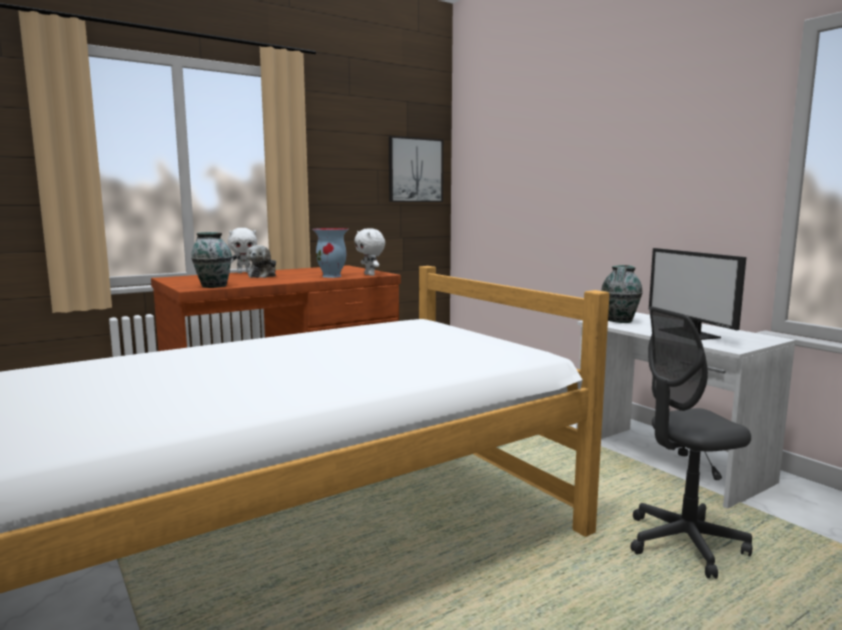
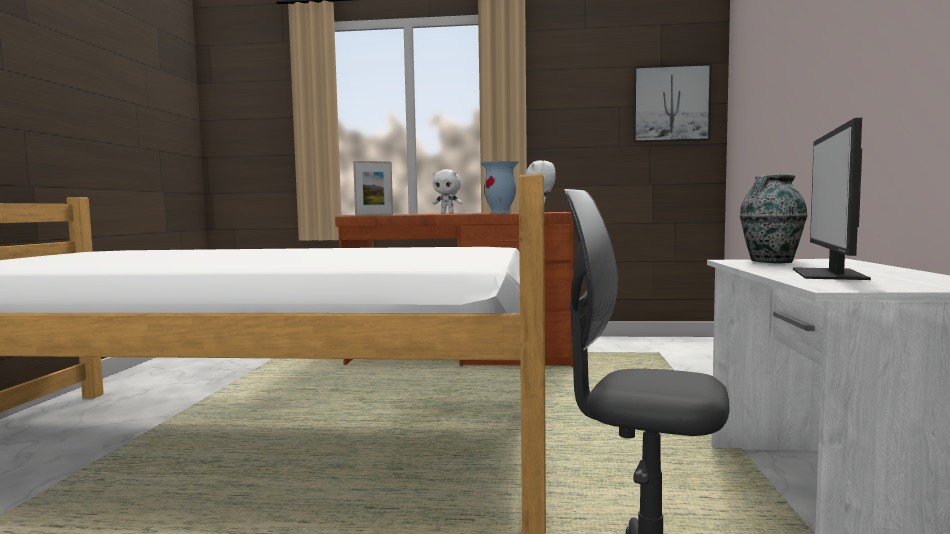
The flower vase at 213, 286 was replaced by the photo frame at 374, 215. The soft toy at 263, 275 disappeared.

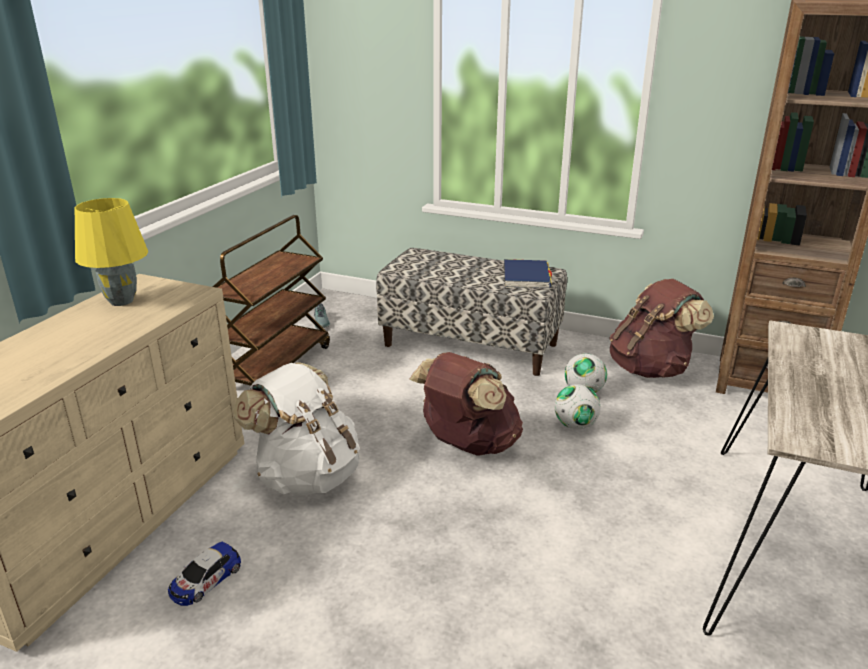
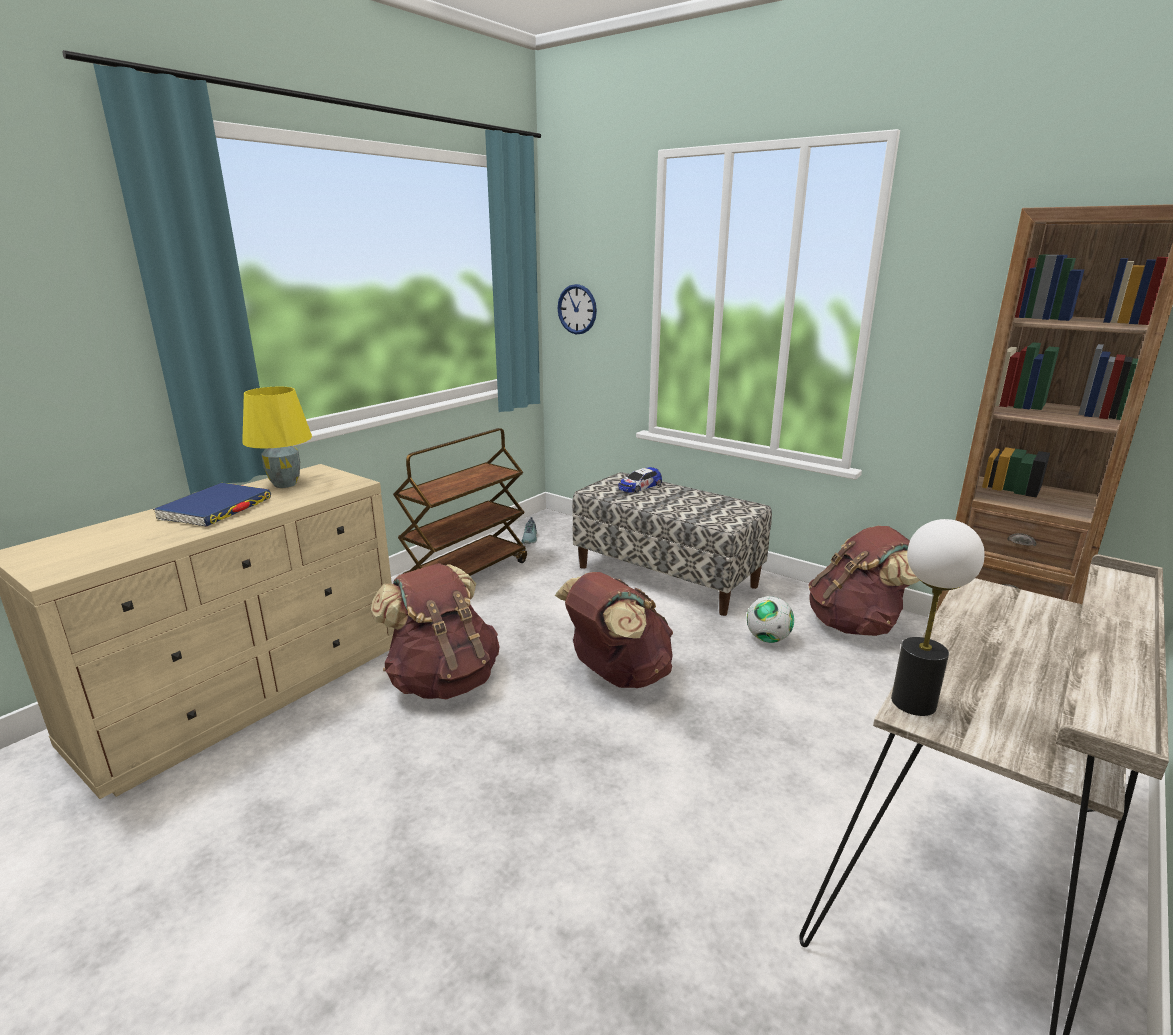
The blue book moved from 526, 277 to 216, 509. The whitish backpack at 307, 476 became the brown backpack at 443, 680. The hanging clock at 577, 309 appeared. The toy car moved from 205, 580 to 640, 486. The table lamp at 913, 703 appeared. The football at 575, 425 disappeared.

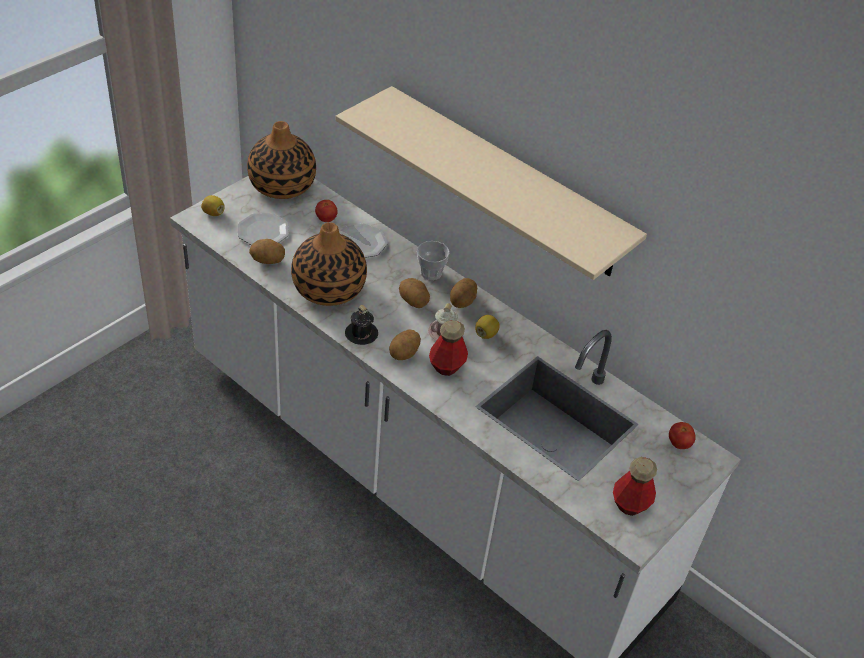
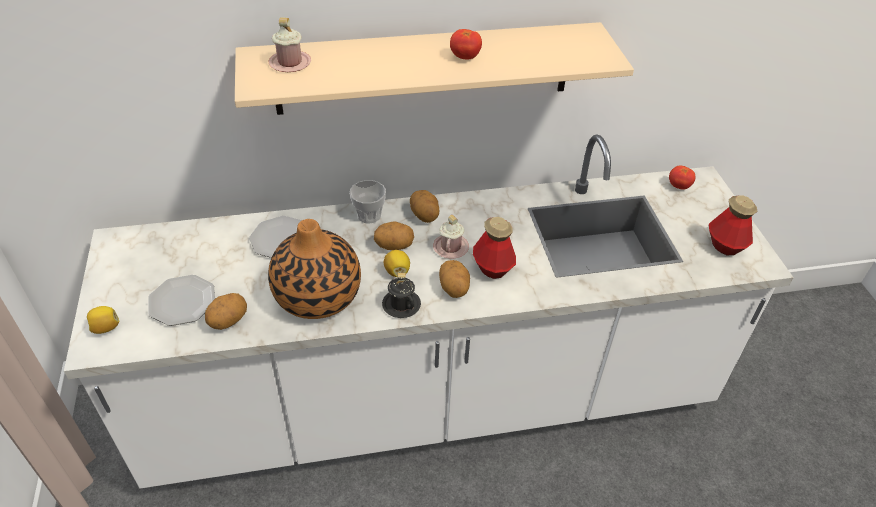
The pink-coloured coffee mug at 290, 63 appeared. The lemon moved from 486, 334 to 397, 271. The whole tomato moved from 326, 219 to 465, 57. The flower vase at 282, 185 disappeared.

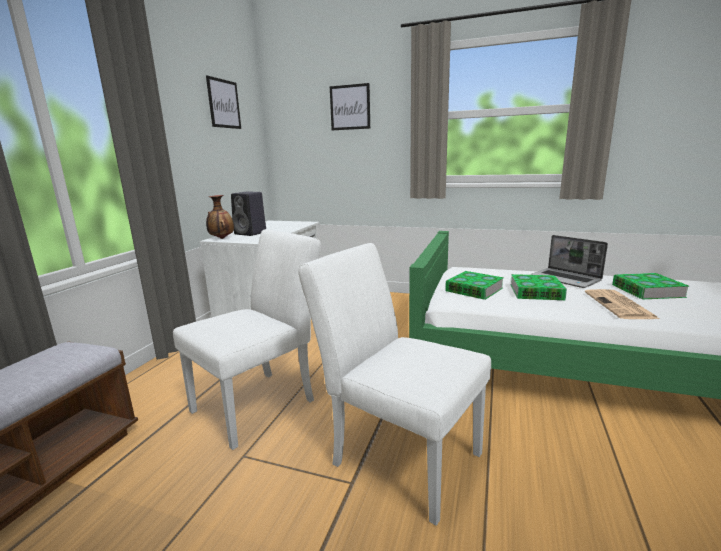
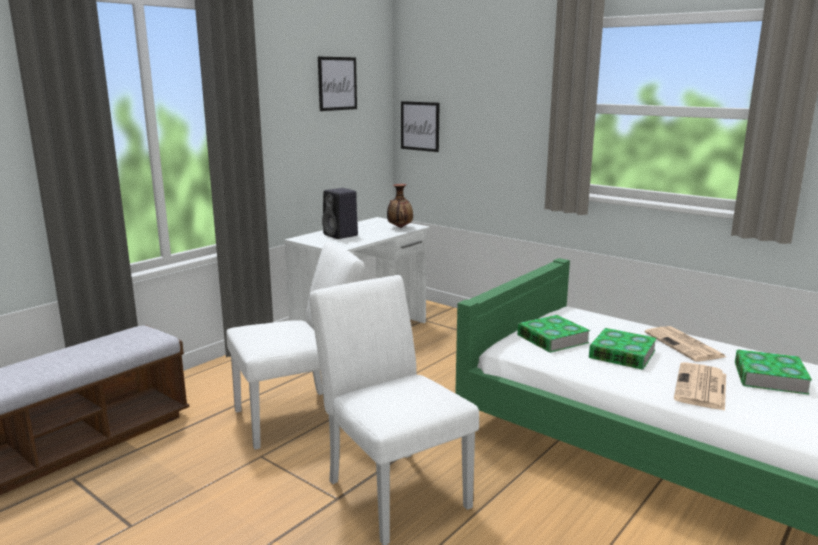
The flower vase moved from 221, 238 to 399, 227. The wall art moved from 350, 107 to 420, 126. The laptop at 566, 279 was replaced by the printed paper at 685, 345.

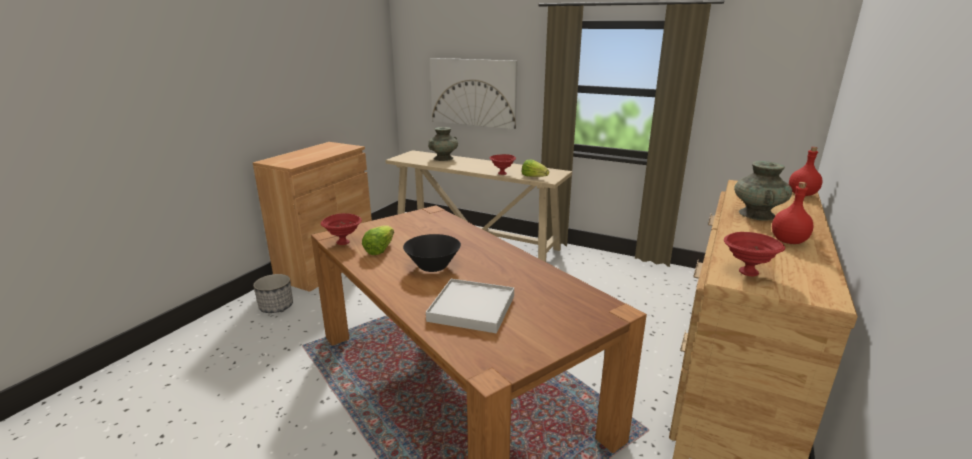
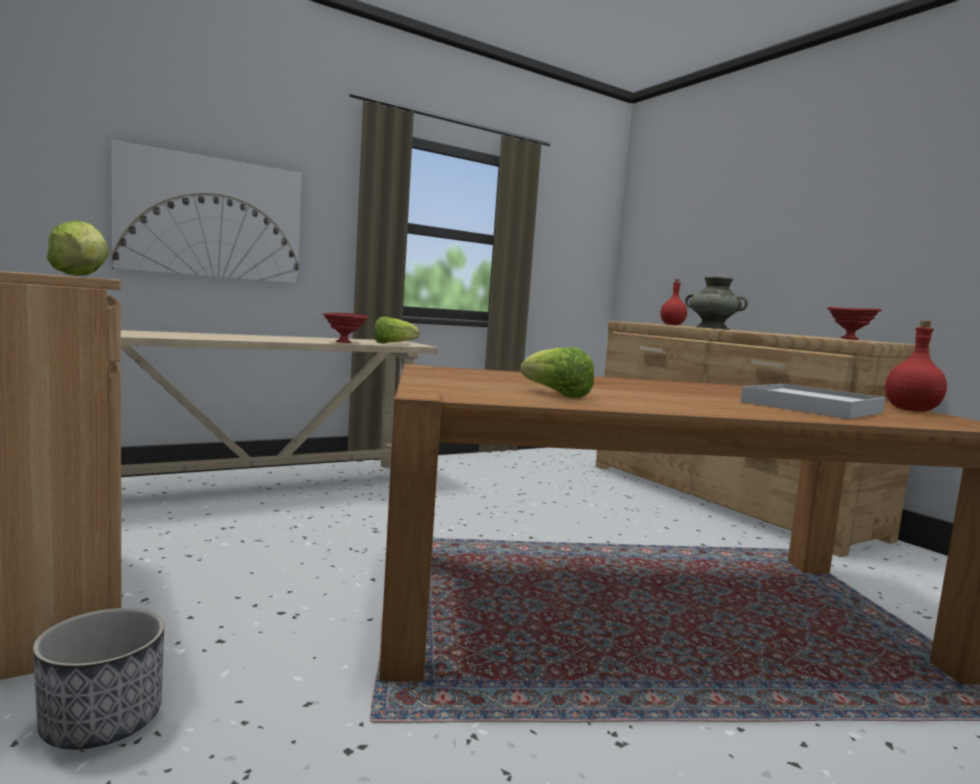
The head of lettuce at 82, 276 appeared. The reddish beverage bottle moved from 787, 241 to 910, 410. The reddish bowl at 344, 242 disappeared. The black-coloured bowl at 432, 266 disappeared. The blue-green flower vase at 443, 158 disappeared.

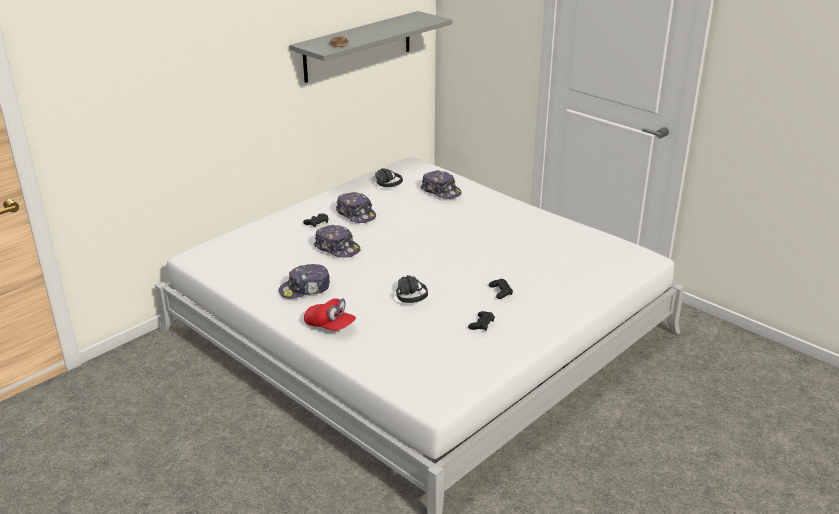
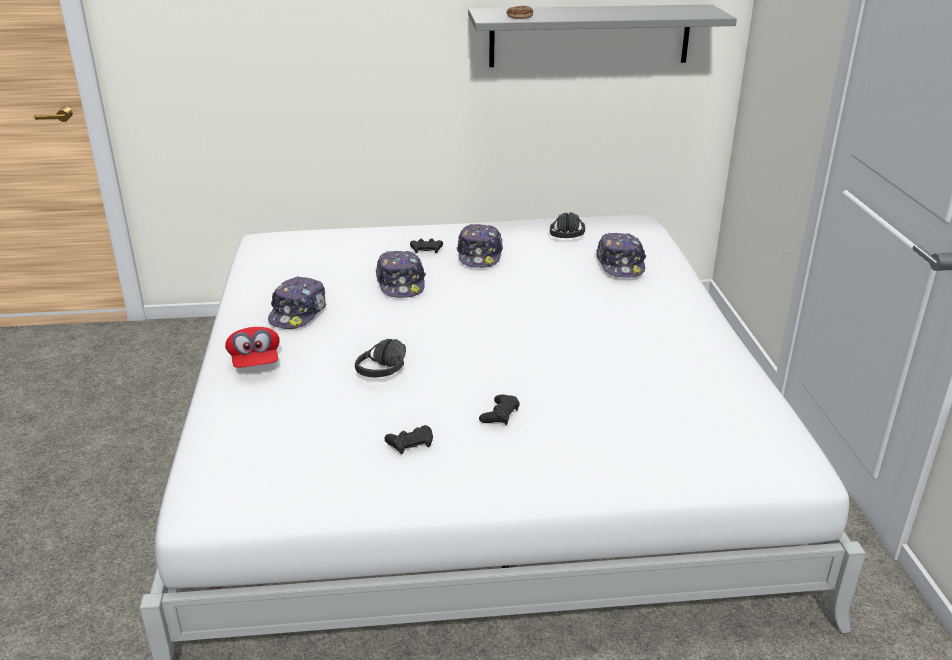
The cap at 305, 289 turned 90 degrees counterclockwise.

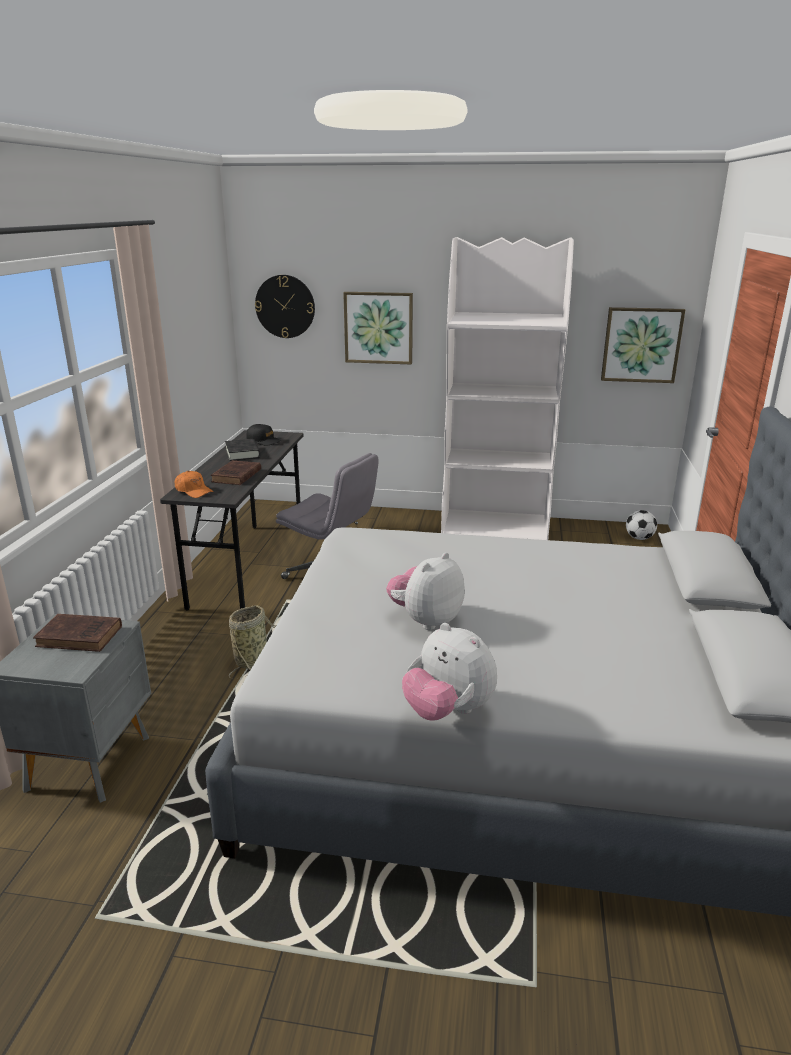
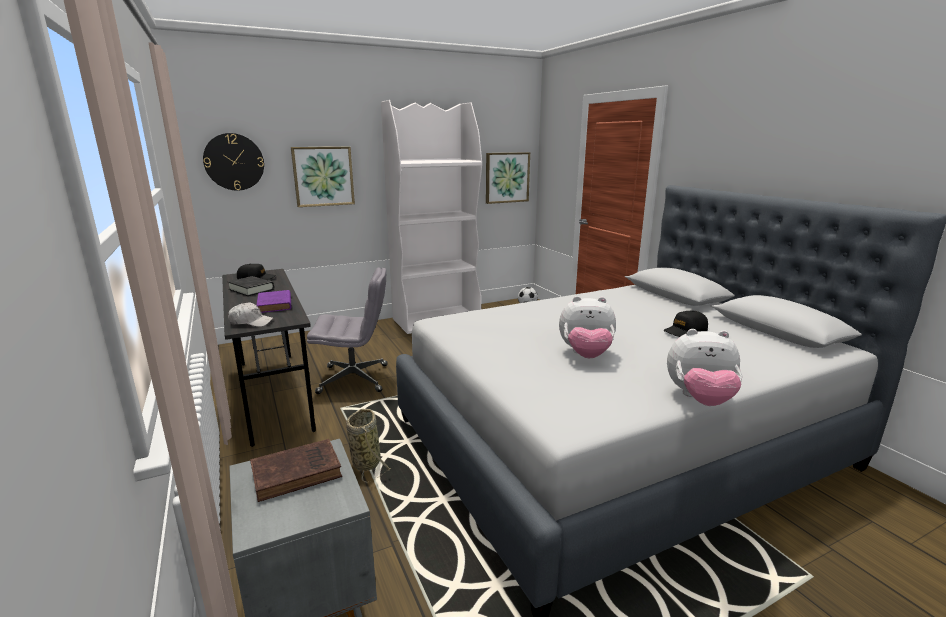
The orangey cap at 193, 491 became the whitish cap at 251, 322. The brown book at 236, 476 became the purple book at 274, 305. The soft toy at 426, 620 turned 90 degrees counterclockwise. The black-coloured cap at 685, 331 appeared.

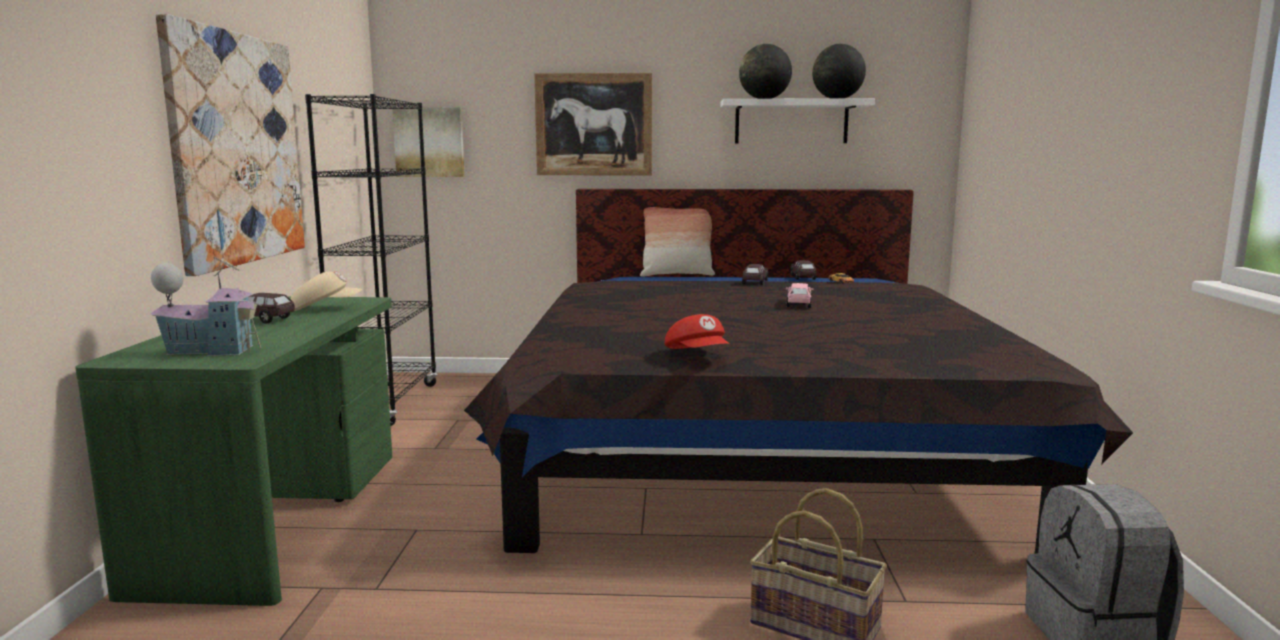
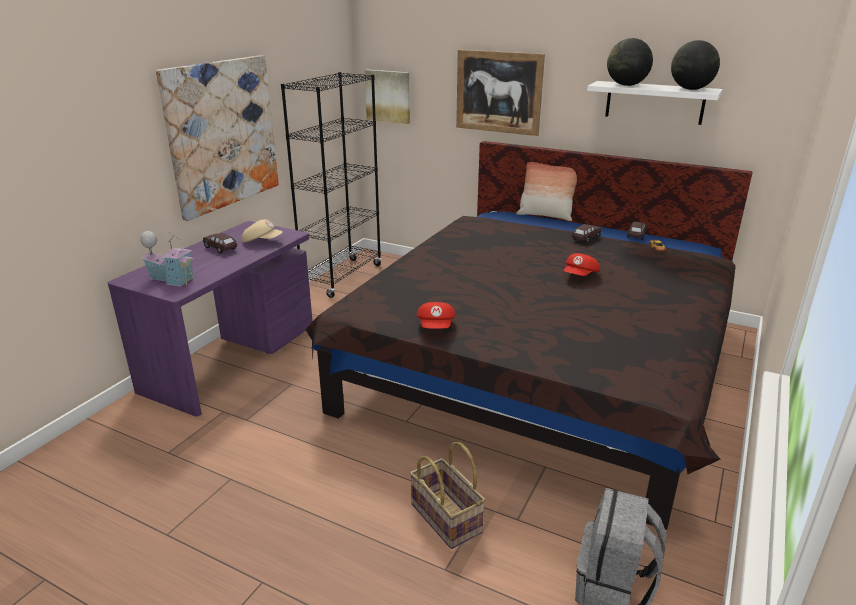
The green-coloured desk table at 280, 519 became the purple desk table at 233, 358. The pink-coloured toy car at 798, 304 was replaced by the reddish cap at 580, 276.

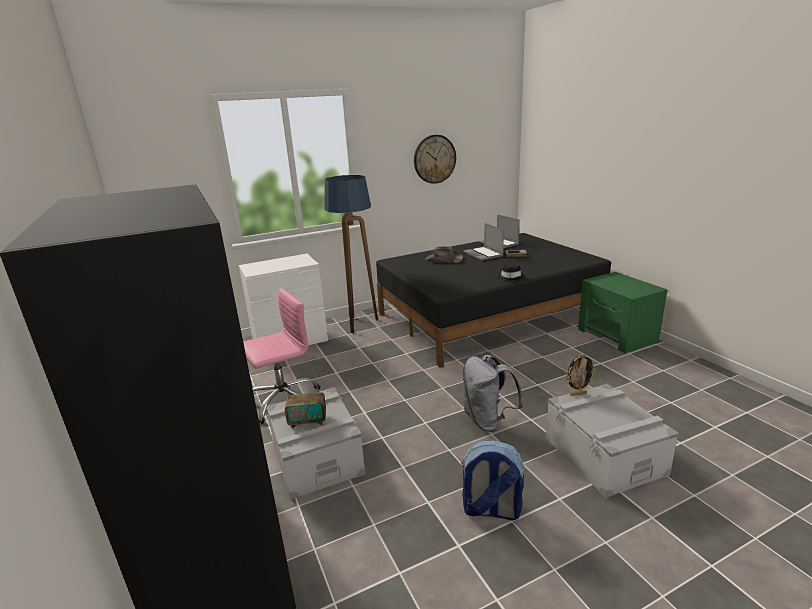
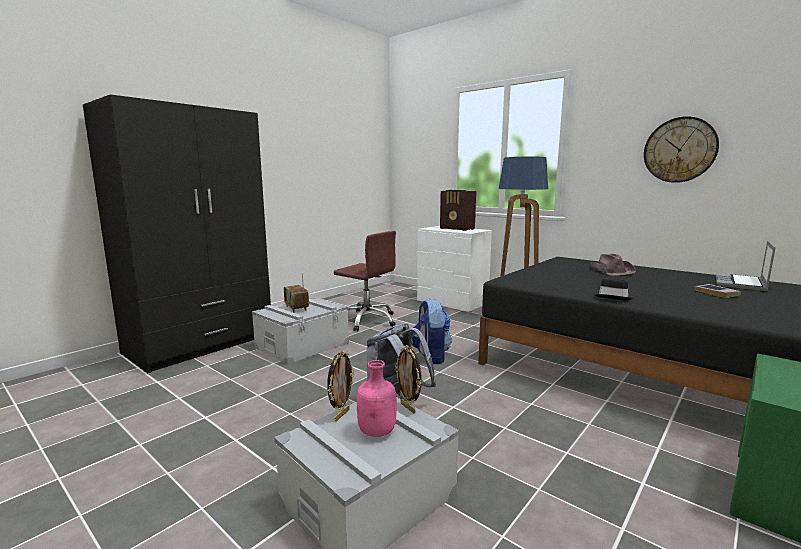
The photo frame at 341, 415 appeared. The pink-coloured desk chair at 283, 401 became the brown desk chair at 367, 320. The pink-coloured beverage bottle at 377, 432 appeared. The backpack moved from 491, 510 to 430, 356. The radio set at 457, 229 appeared. The laptop at 484, 254 disappeared.

